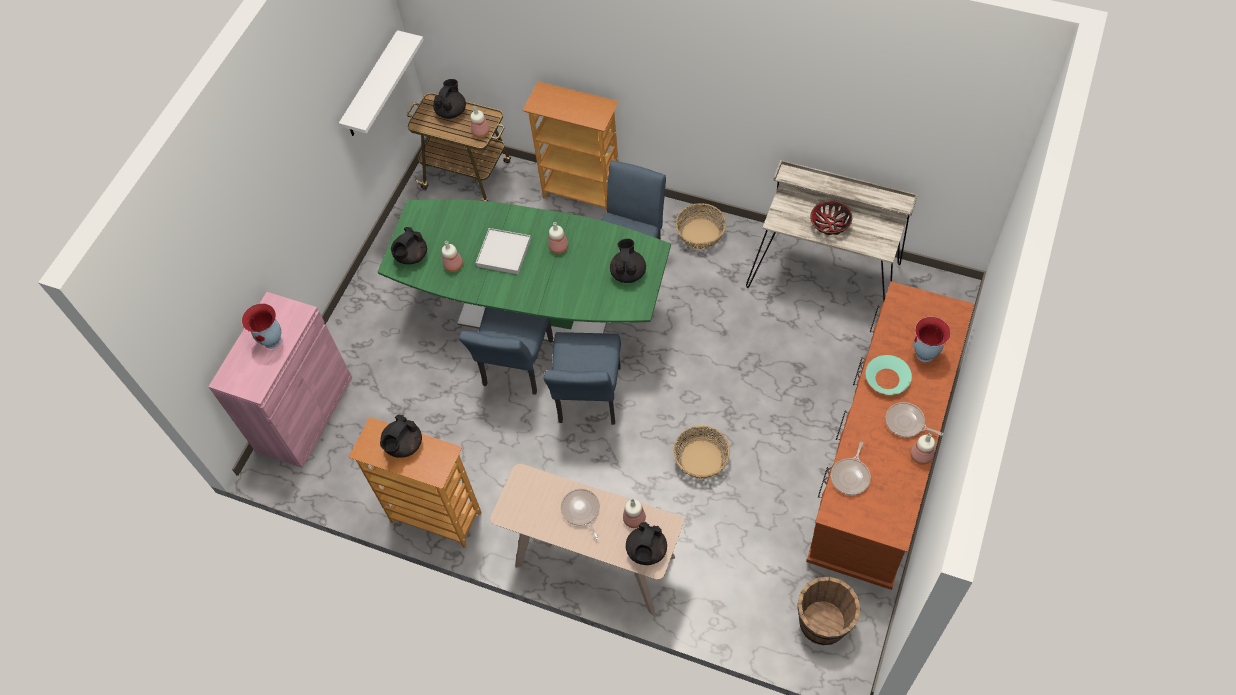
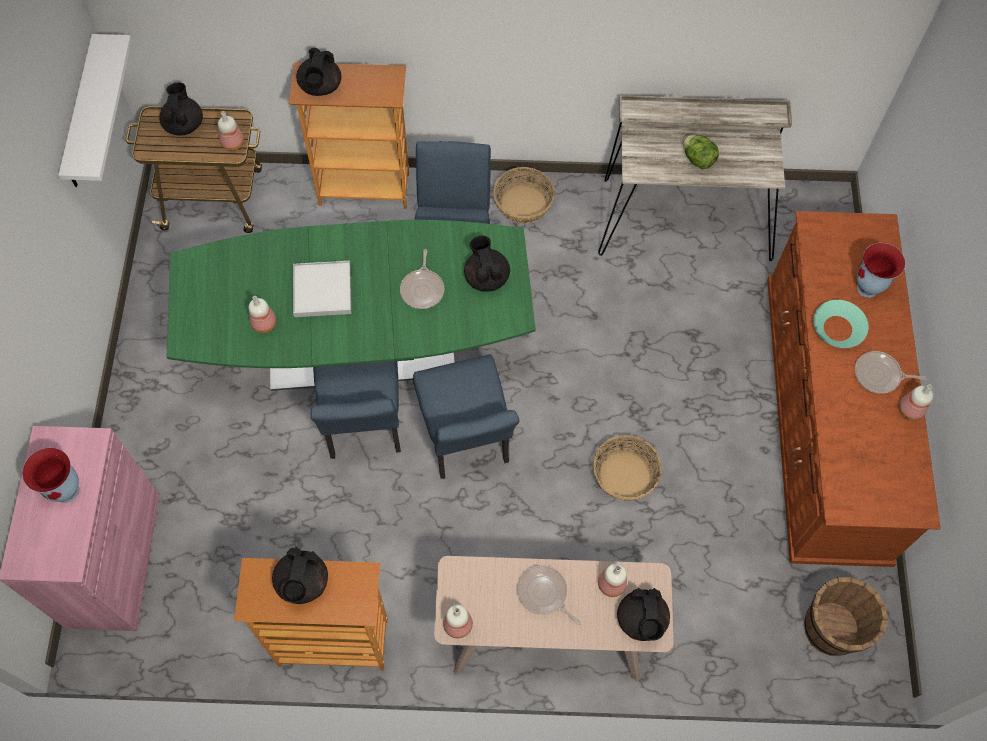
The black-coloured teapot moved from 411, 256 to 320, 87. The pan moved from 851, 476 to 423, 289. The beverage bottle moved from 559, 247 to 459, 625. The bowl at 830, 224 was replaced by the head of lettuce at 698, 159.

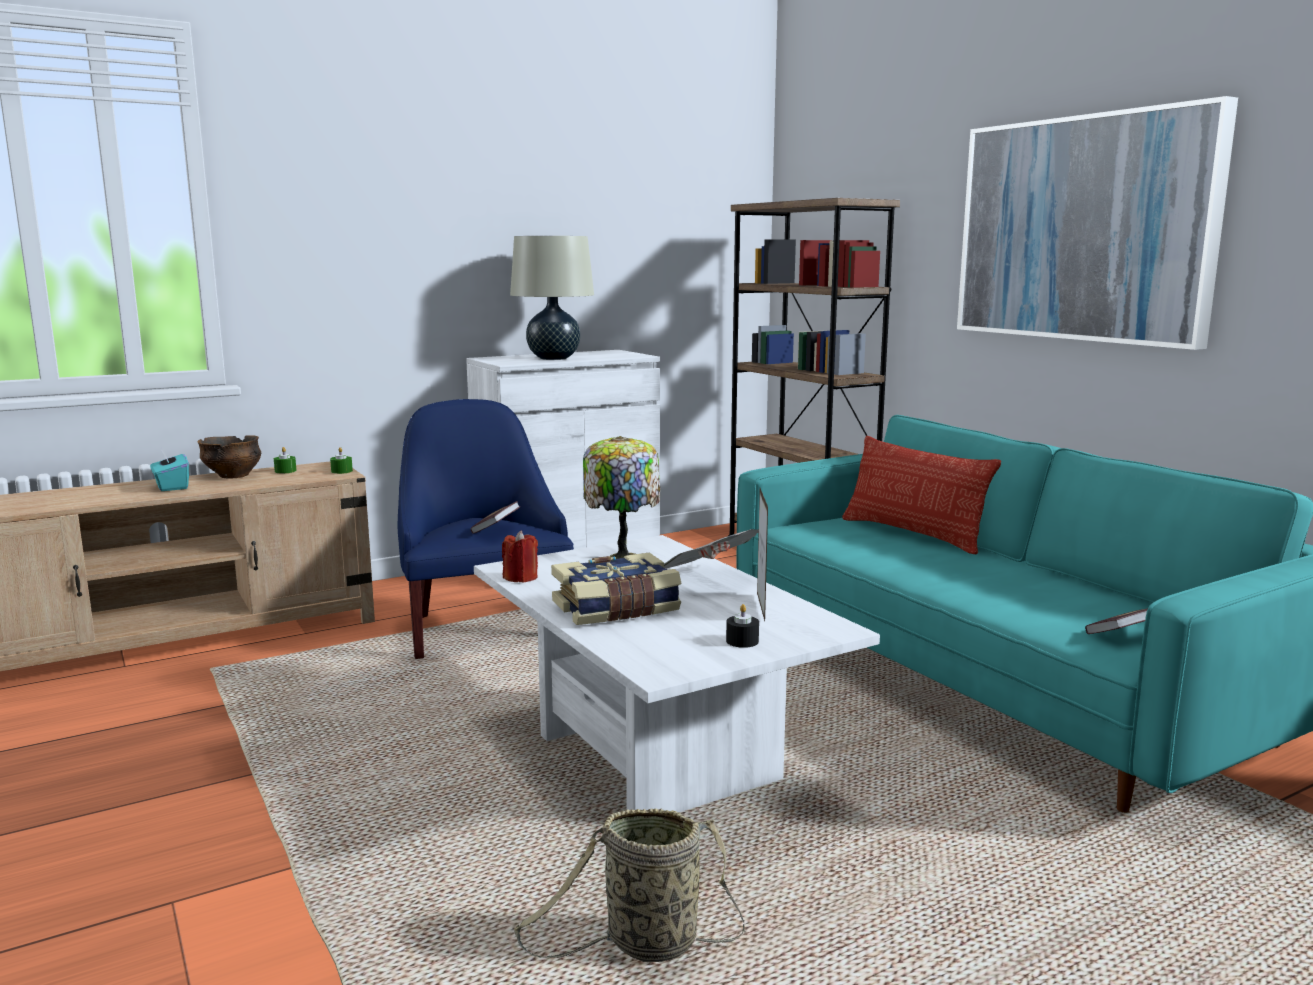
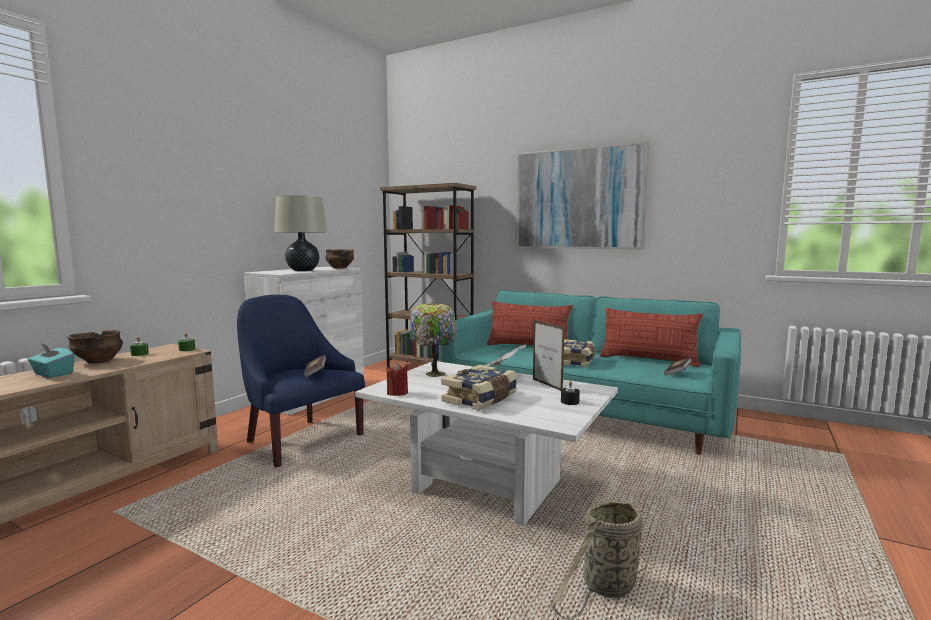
The bowl at 339, 268 appeared. The book at 575, 361 appeared. The pillow at 648, 360 appeared.

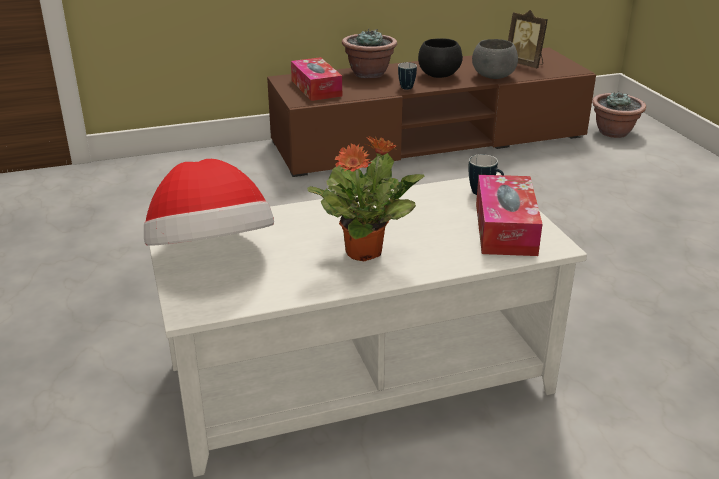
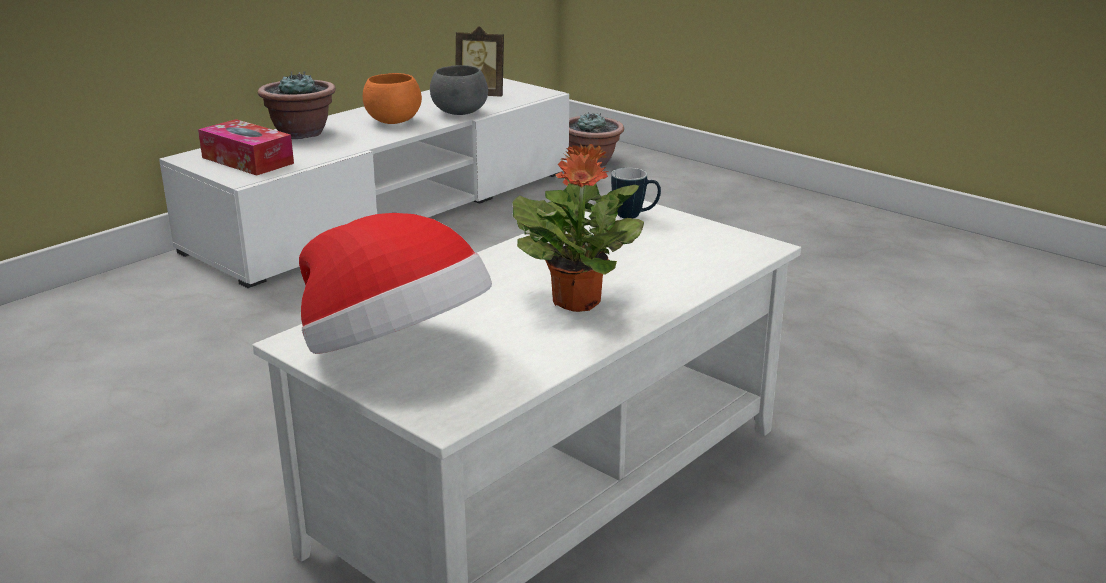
The brown tv stand at 429, 140 became the whitish tv stand at 390, 209. The black-coloured bowl at 439, 76 became the orangey bowl at 394, 122. The coffee mug at 407, 89 disappeared. The tissue box at 505, 228 disappeared.

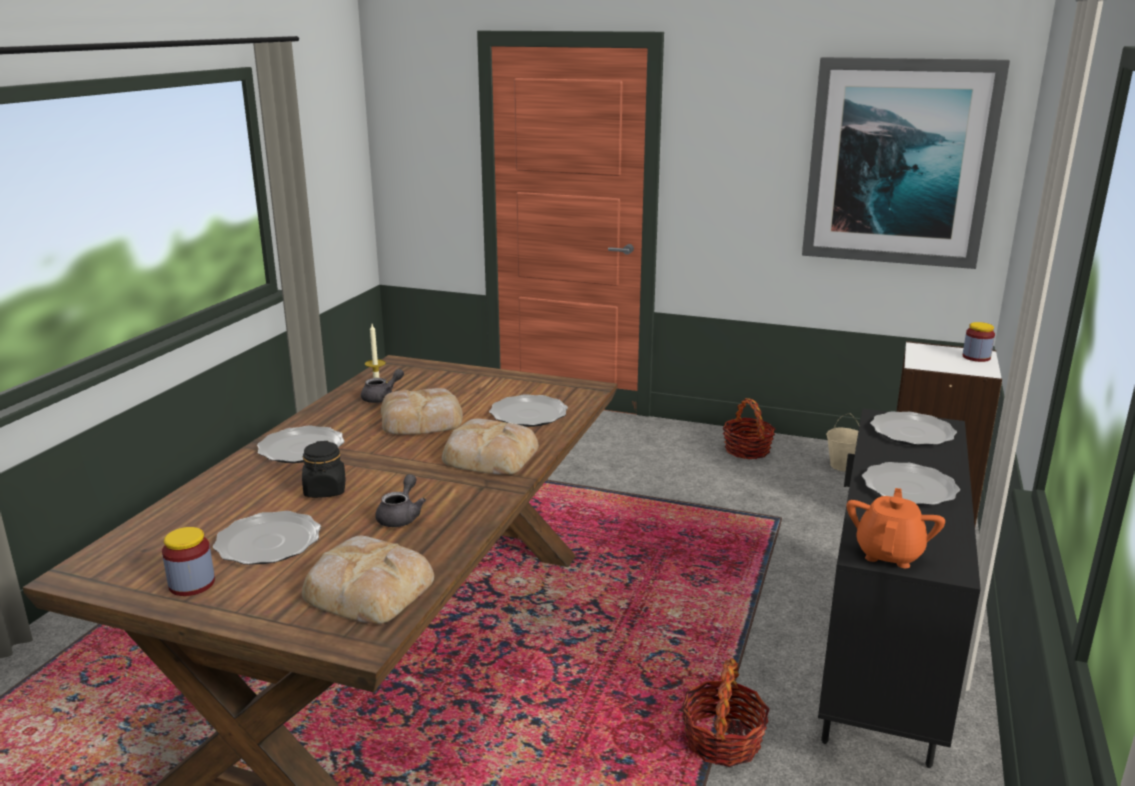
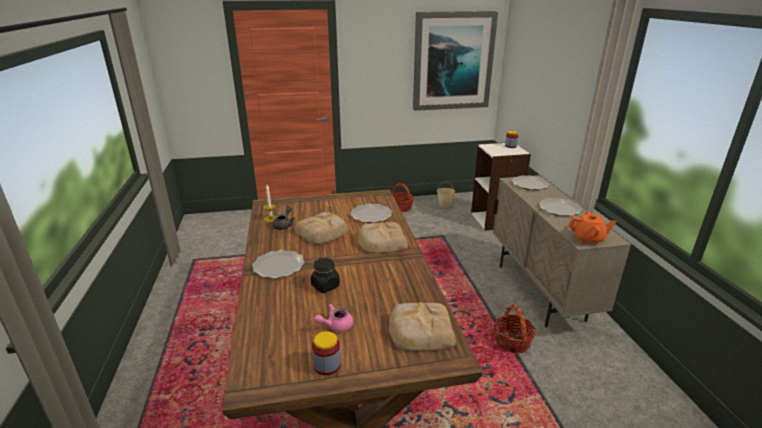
The dinner plate at 268, 543 was replaced by the pink-coloured teapot at 336, 325. The black-coloured cupboard at 881, 678 became the beige-coloured cupboard at 539, 292. The orangey teapot at 889, 553 turned 105 degrees clockwise. The gray teapot at 401, 516 disappeared.

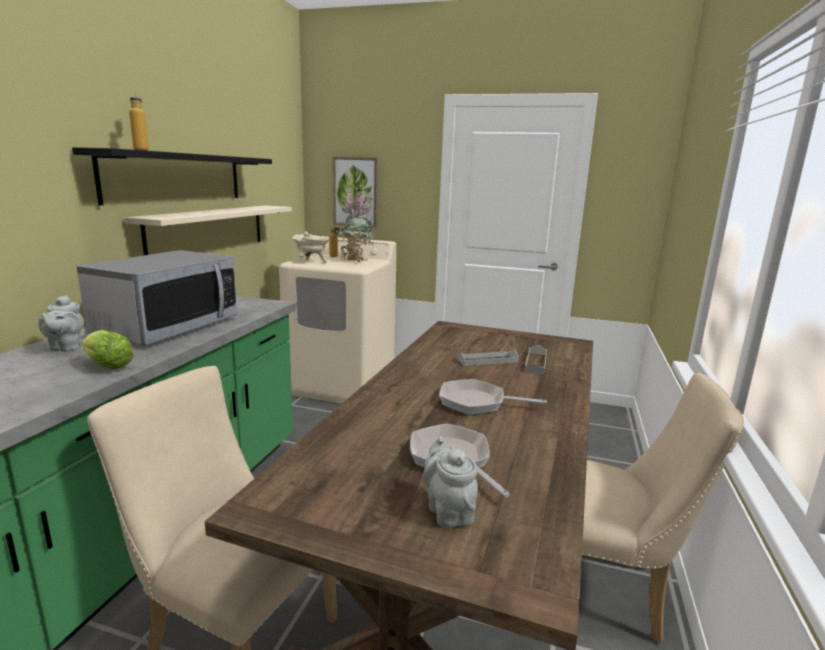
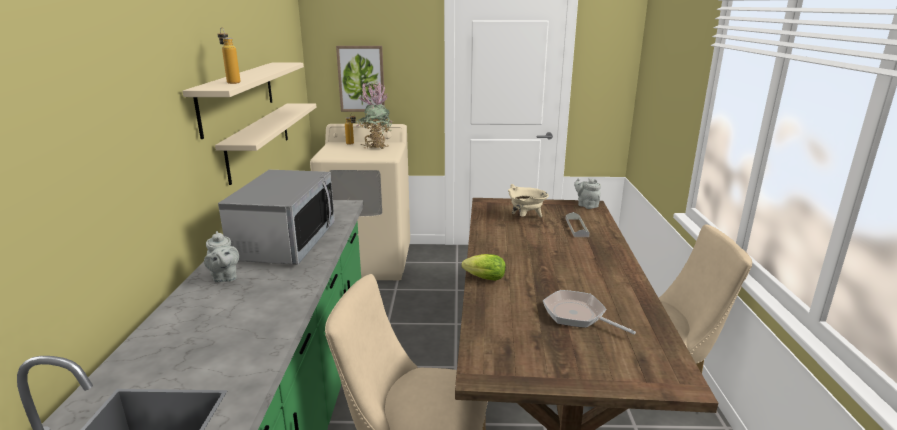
The black-coloured wall shelf at 177, 177 became the beige-coloured wall shelf at 238, 96. The head of lettuce moved from 106, 366 to 482, 278. The beige-coloured cooking pot moved from 311, 262 to 526, 218. The gray teapot moved from 448, 510 to 586, 205. The pan at 477, 402 disappeared. The gray serving tray at 487, 360 disappeared.

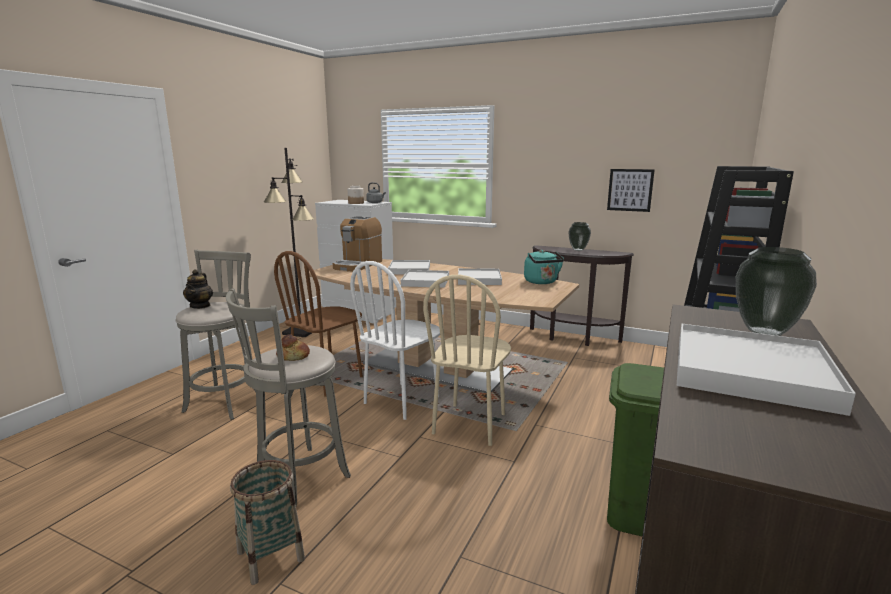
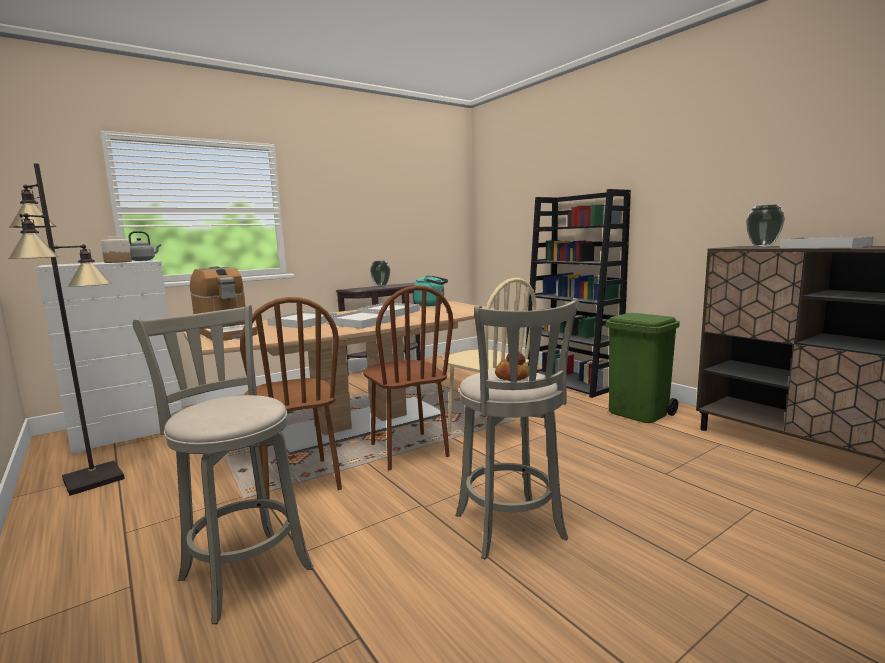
The whitish plain chair at 402, 400 became the brown plain chair at 408, 450. The teapot at 200, 306 disappeared. The household basket at 270, 556 disappeared. The wall art at 630, 190 disappeared.

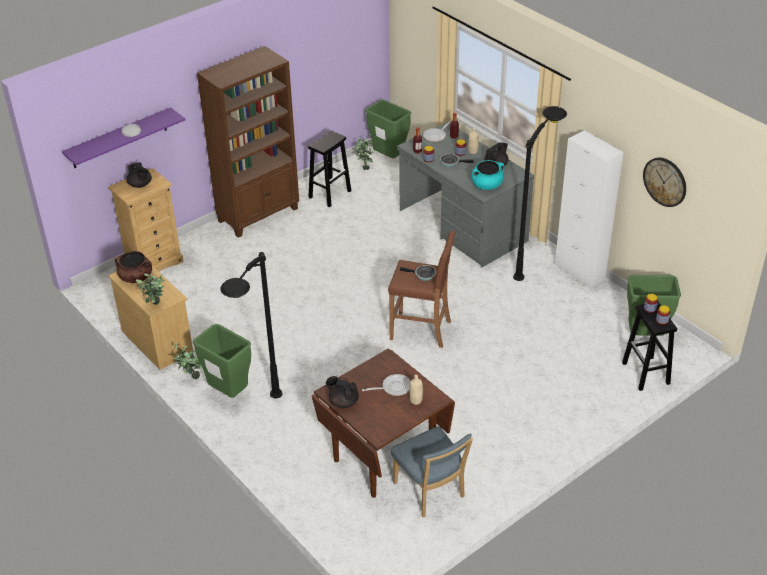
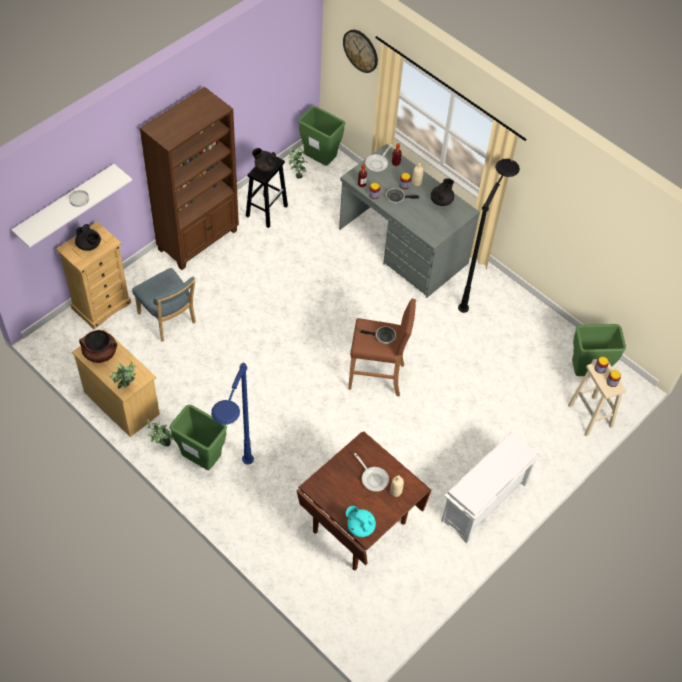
The purple wall shelf at 119, 138 became the whitish wall shelf at 65, 203. The blue plain chair moved from 430, 492 to 168, 320. The black-coloured floor lamp at 260, 421 became the blue floor lamp at 237, 491. The black-coloured teapot moved from 343, 402 to 265, 167. The hanging clock moved from 665, 181 to 361, 50. The blue-green teapot at 360, 527 appeared. The pan at 393, 387 turned 75 degrees clockwise. The whitish long seat at 484, 503 appeared. The black-coloured stool seat at 646, 374 became the beige-coloured stool seat at 590, 416. The blue-green cooking pot at 487, 185 disappeared. The whitish cupboard at 579, 272 disappeared.

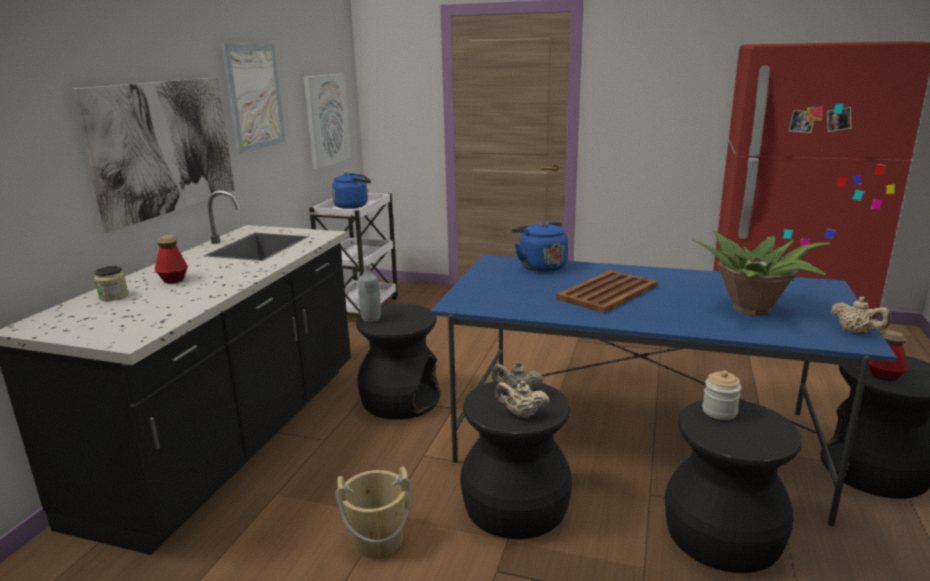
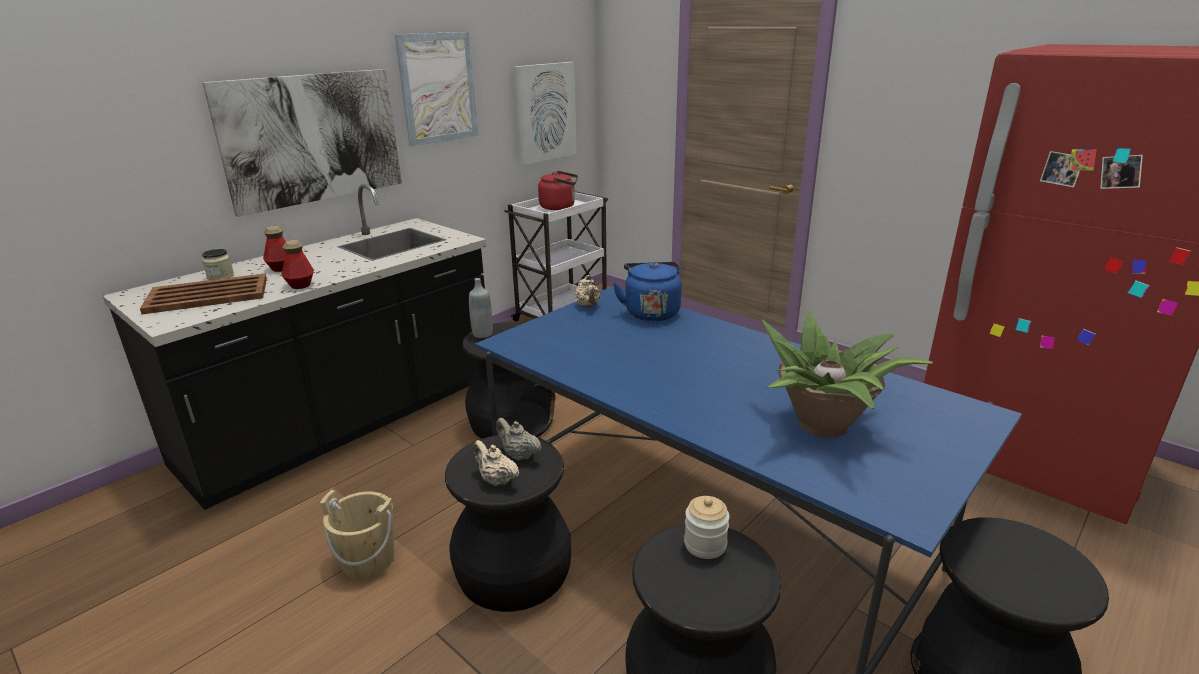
The brown serving tray moved from 608, 292 to 209, 295. The beverage bottle moved from 884, 376 to 300, 285. The blue kettle at 353, 206 became the reddish kettle at 560, 207. The beige-coloured teapot moved from 856, 332 to 588, 306.

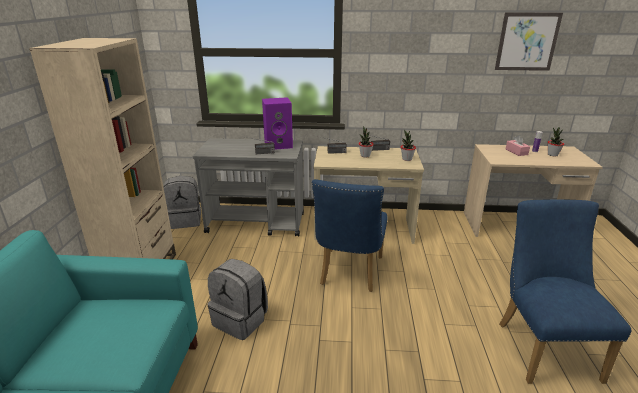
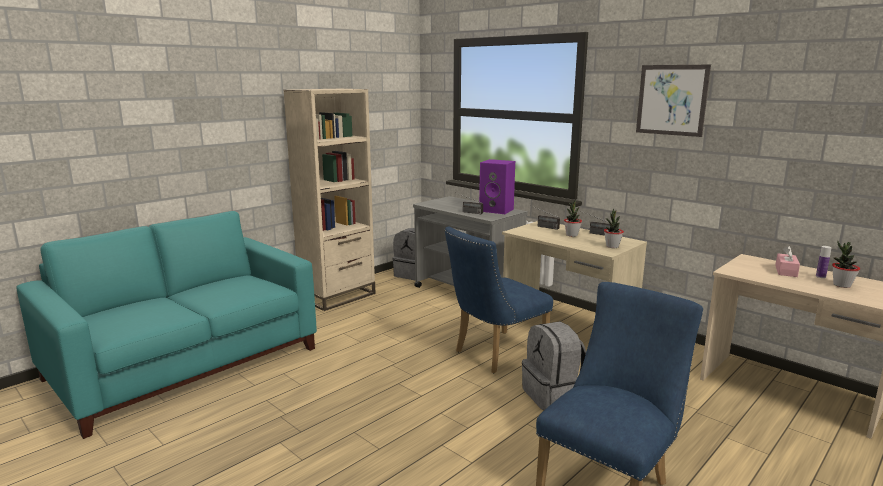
The gray backpack moved from 241, 320 to 553, 395. The wall art moved from 527, 42 to 671, 100.

